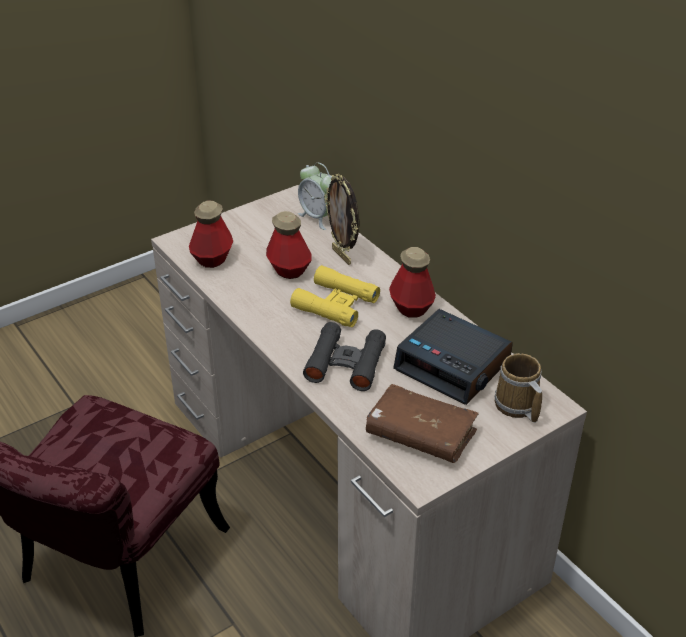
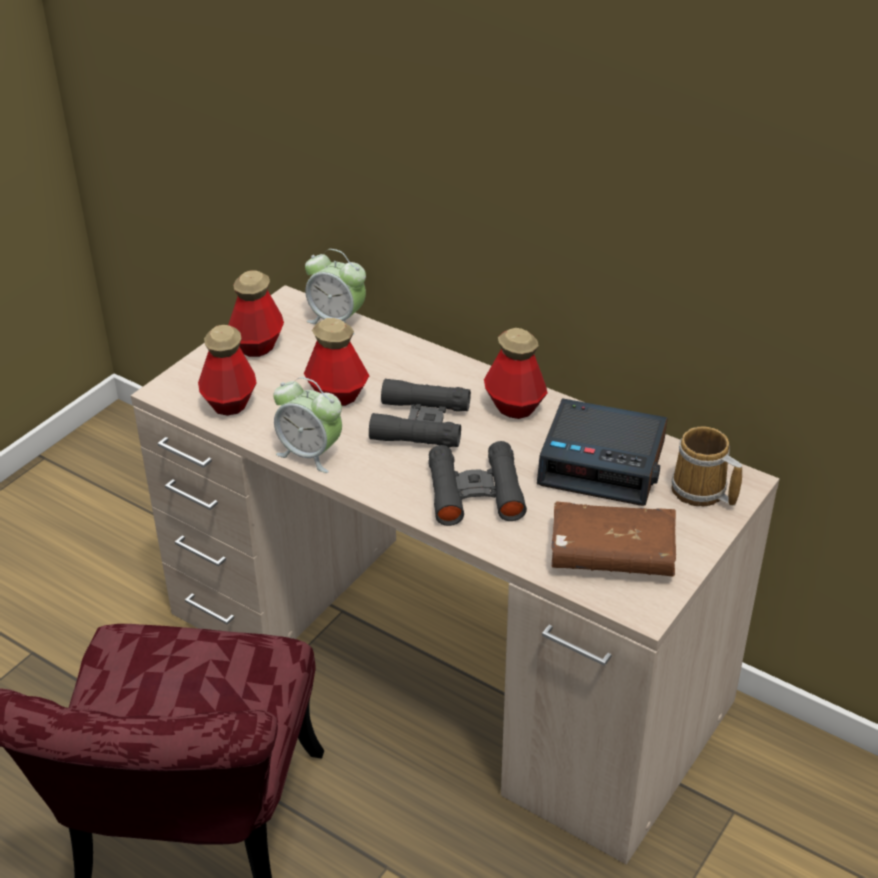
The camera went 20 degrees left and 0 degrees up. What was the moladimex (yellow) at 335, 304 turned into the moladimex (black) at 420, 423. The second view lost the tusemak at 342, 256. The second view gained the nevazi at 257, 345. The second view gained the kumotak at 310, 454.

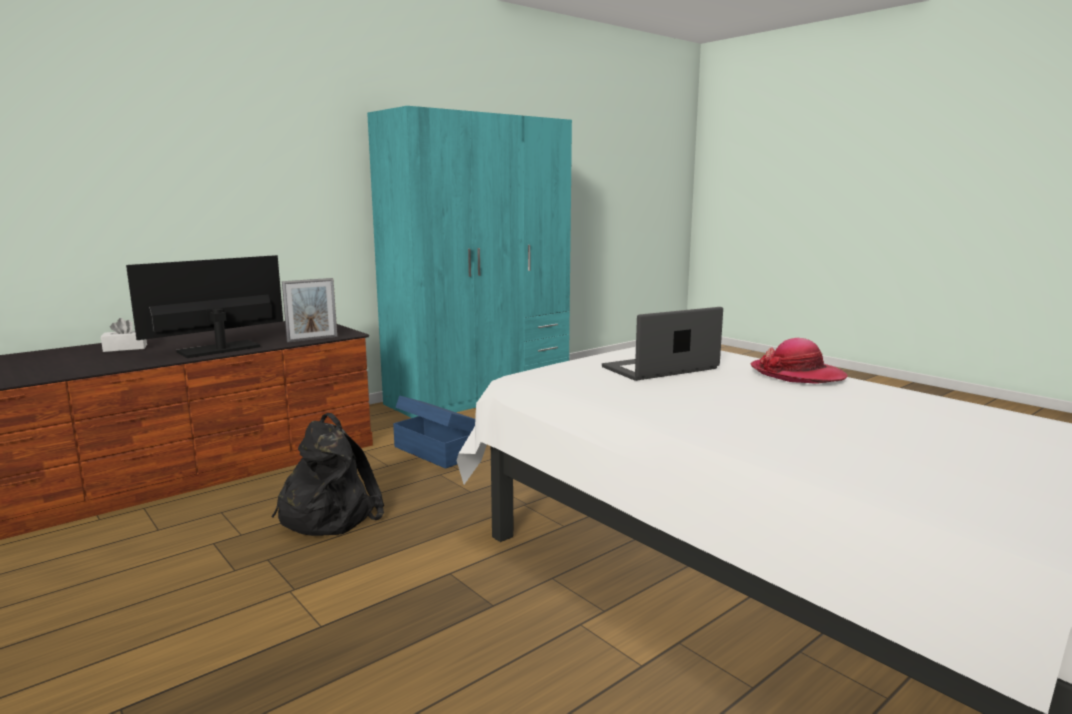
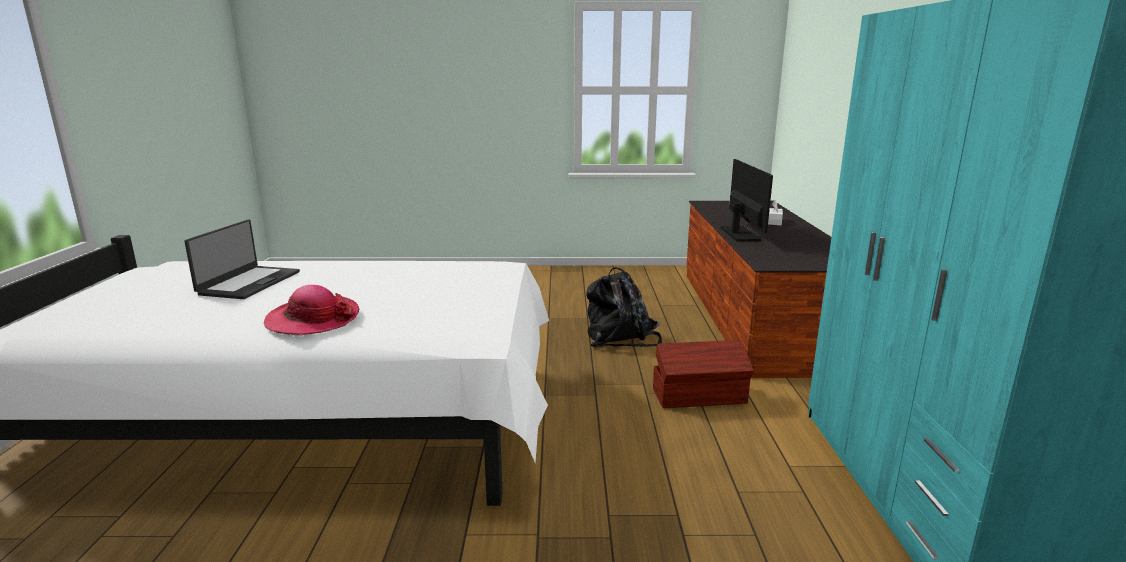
The camera went 130 degrees right and 5 degrees up. The second view lost the tusemak at 312, 339. What was the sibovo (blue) at 435, 451 turned into the sibovo (brown) at 700, 397. The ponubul ended up elsewhere, having gone from 661, 369 to 248, 283.

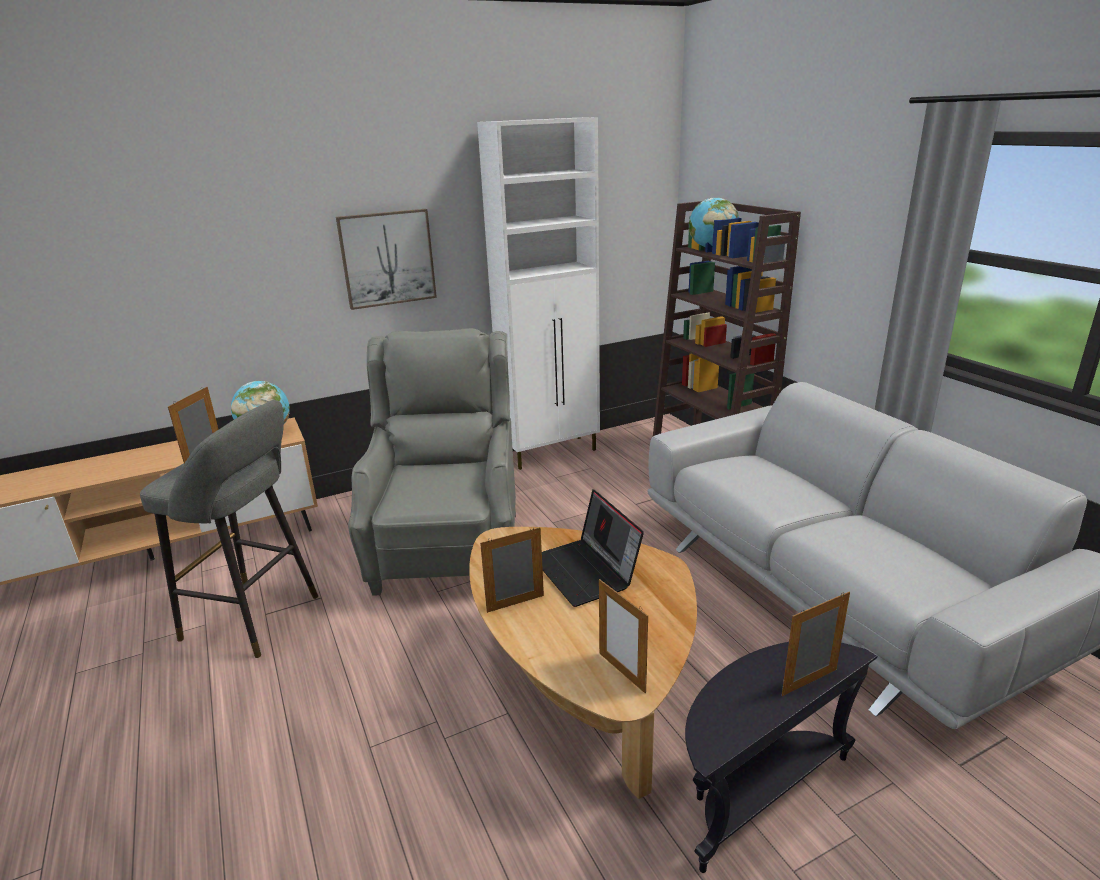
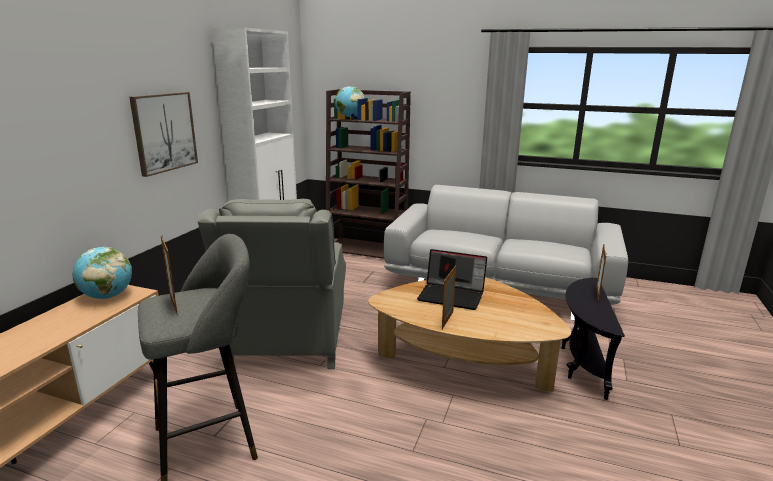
The camera went 45 degrees left and 5 degrees down. The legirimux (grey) at 449, 547 ended up facing another way, 135 degrees counterclockwise from before. The second view lost the tusemak at 622, 672.

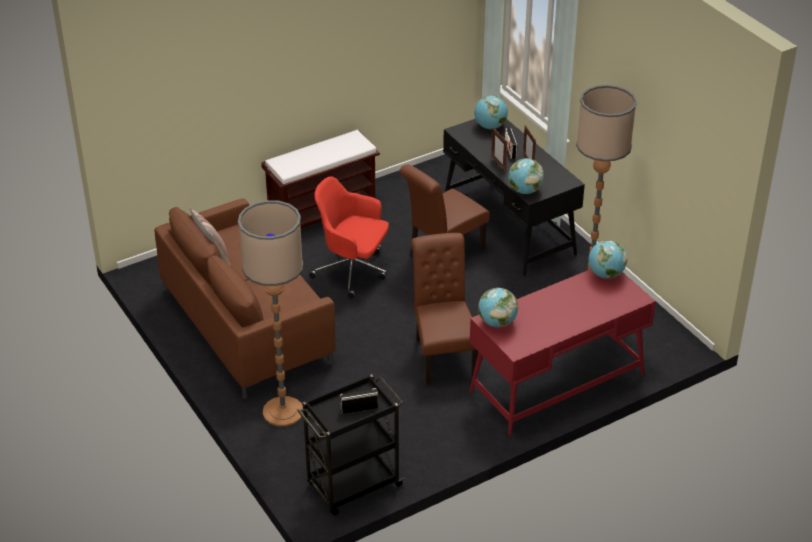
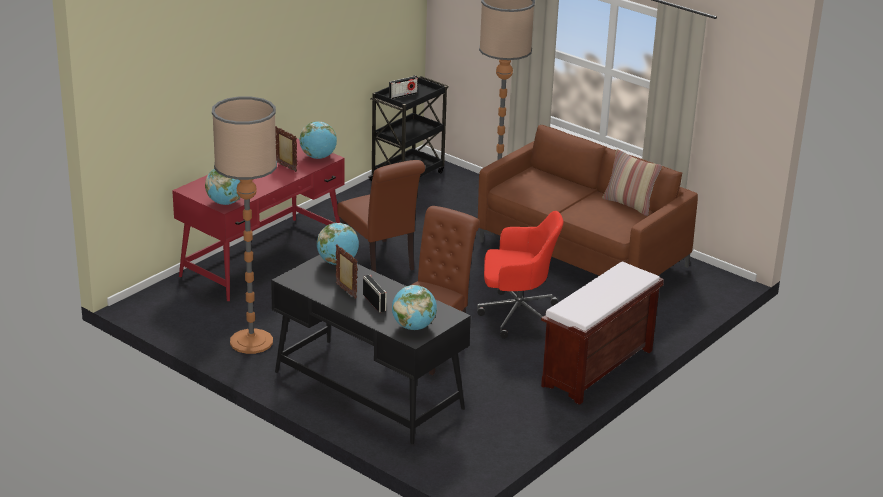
The camera went 160 degrees right and 10 degrees down. The tusemak ended up elsewhere, having gone from 498, 164 to 286, 167.

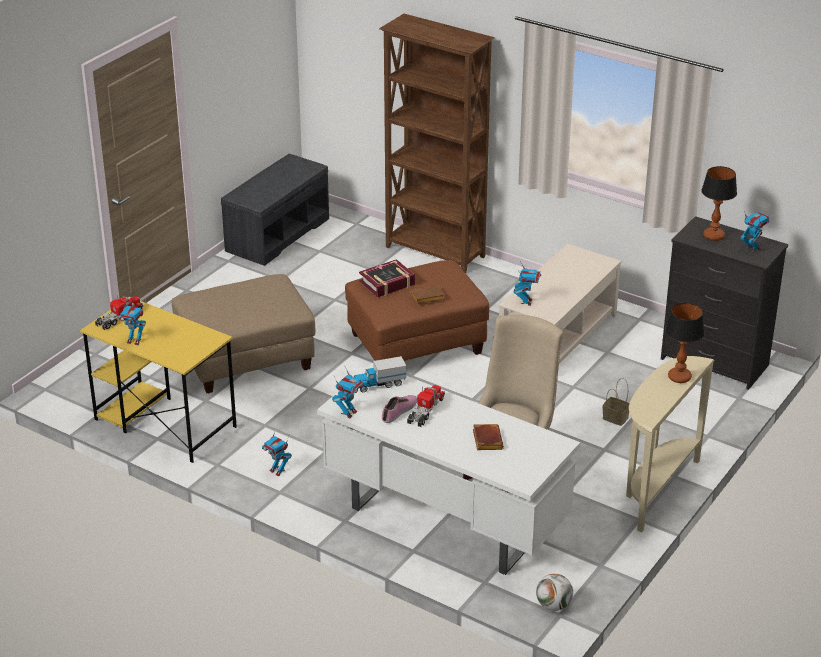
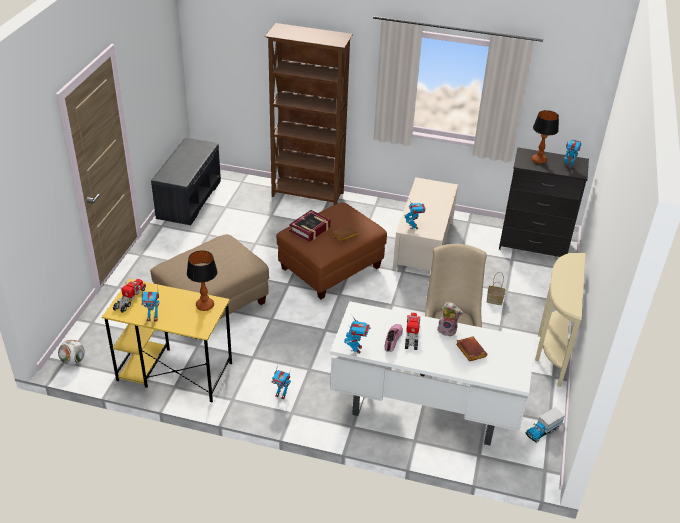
The camera went 20 degrees left and 5 degrees up. The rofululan ended up elsewhere, having gone from 379, 384 to 542, 431. The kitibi ended up elsewhere, having gone from 553, 605 to 73, 361. The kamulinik ended up elsewhere, having gone from 679, 377 to 204, 305. The second view gained the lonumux at 447, 330.

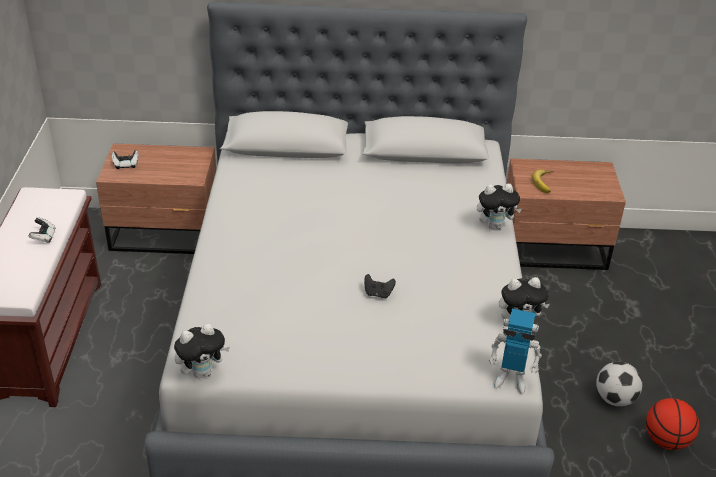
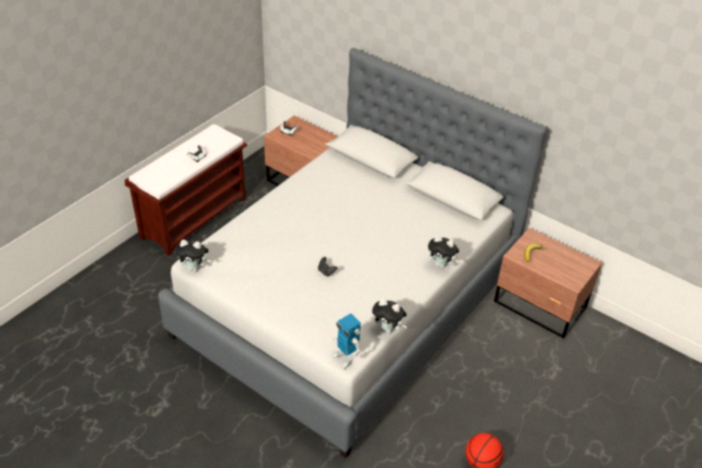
The camera went 35 degrees right and 5 degrees up. The second view lost the kitibi at 614, 399.

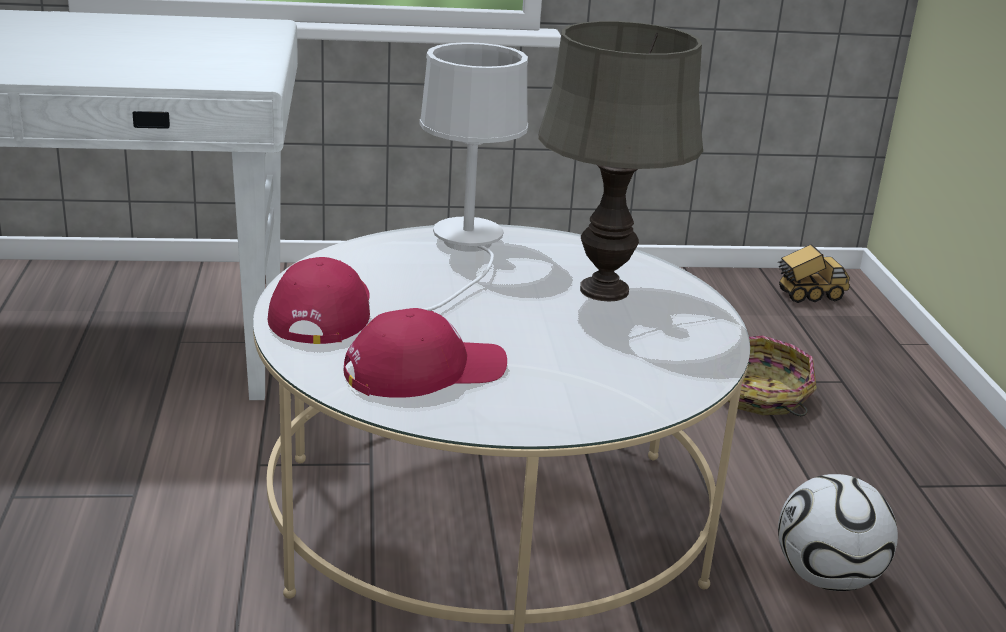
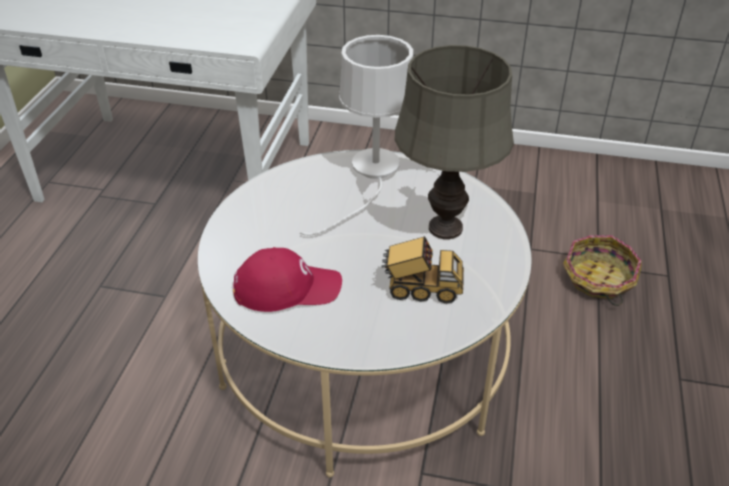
The camera went 20 degrees right and 15 degrees up. The second view lost the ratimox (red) at 322, 312. The rofululan ended up elsewhere, having gone from 808, 295 to 421, 289. The second view lost the kitibi at 827, 578.

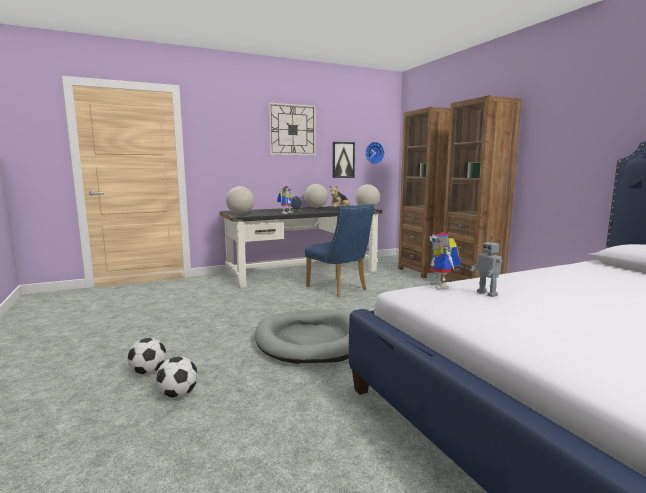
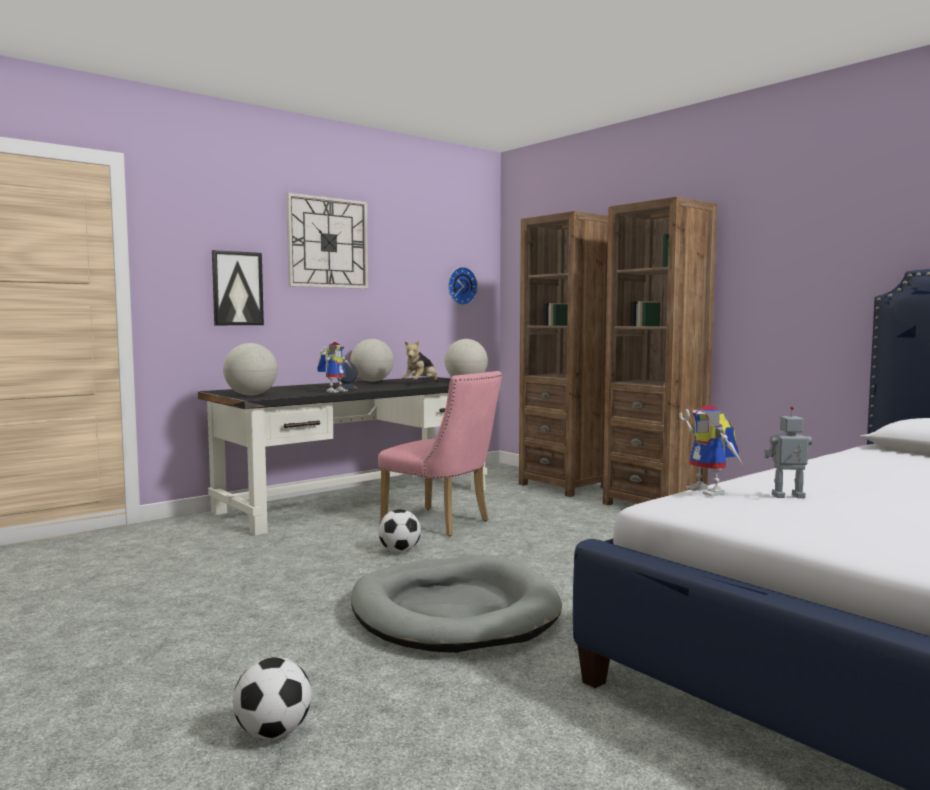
The camera went 15 degrees left and 5 degrees down. The kitibi ended up elsewhere, having gone from 148, 372 to 399, 551. What was the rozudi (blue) at 339, 289 turned into the rozudi (pink) at 442, 524. The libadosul ended up elsewhere, having gone from 343, 160 to 237, 288. The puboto at 488, 293 ended up facing another way, 135 degrees clockwise from before.

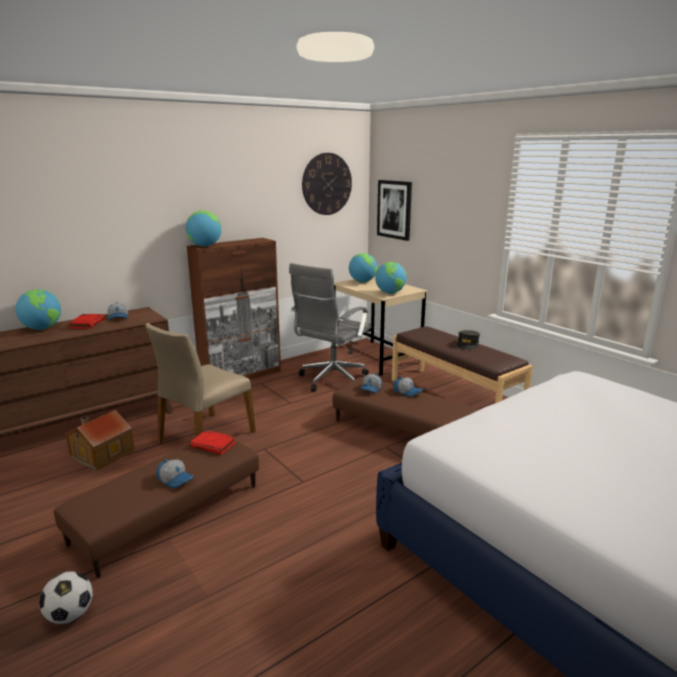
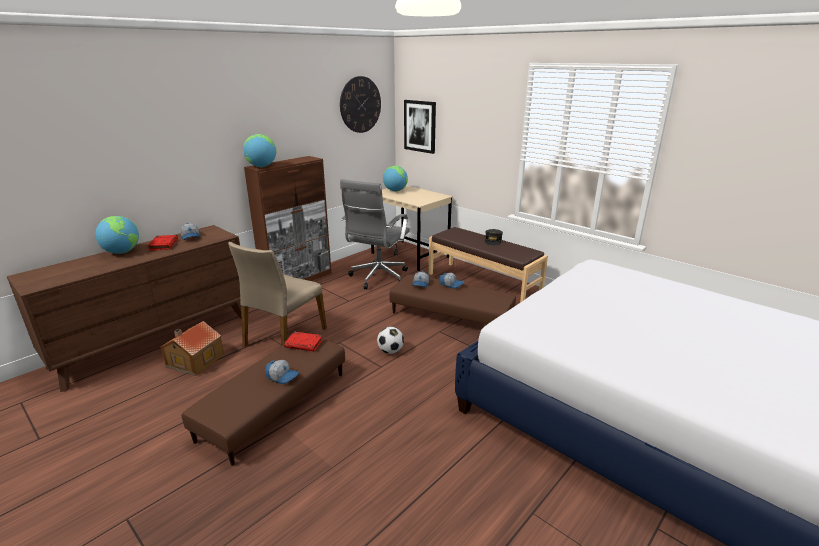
The camera went 10 degrees left and 5 degrees up. The kitibi ended up elsewhere, having gone from 70, 615 to 390, 351. The second view lost the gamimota at 390, 293.

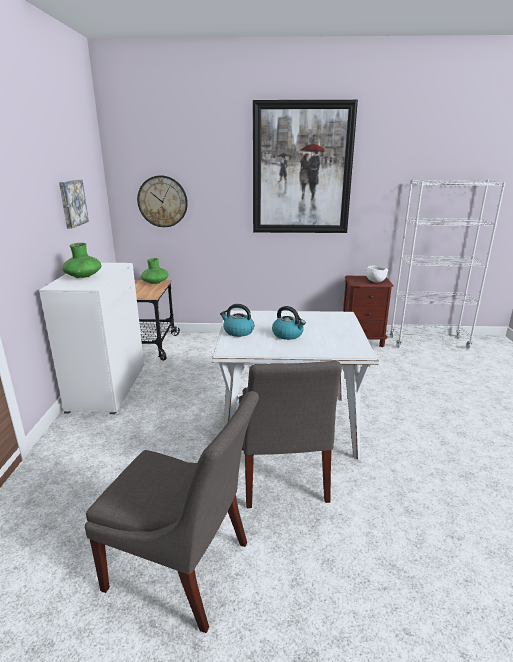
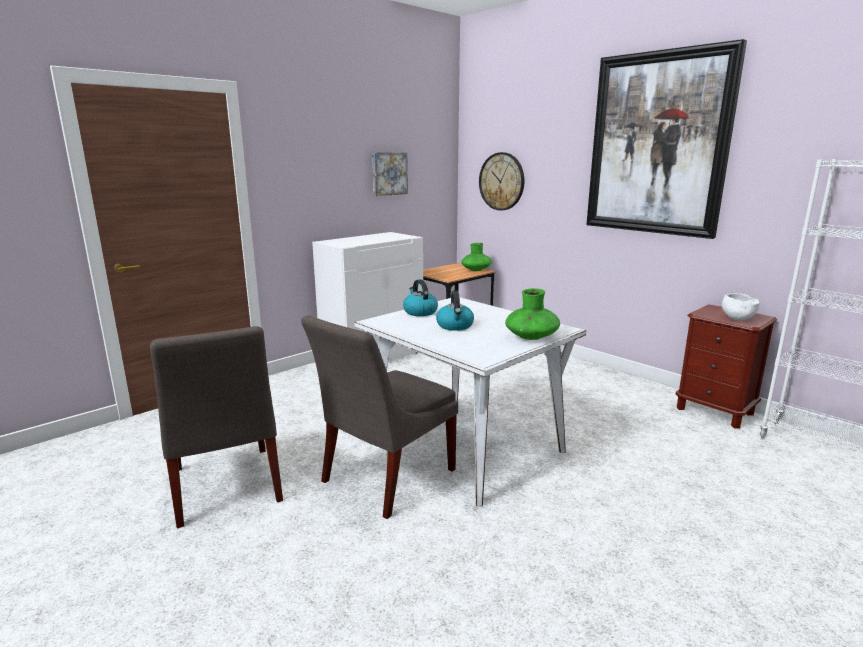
The camera went 45 degrees right and 5 degrees down. The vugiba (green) ended up elsewhere, having gone from 83, 276 to 531, 337.

